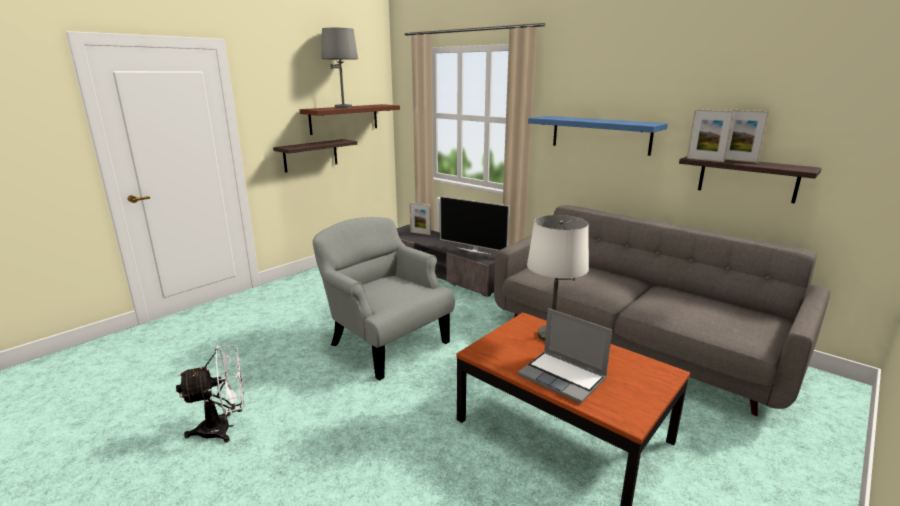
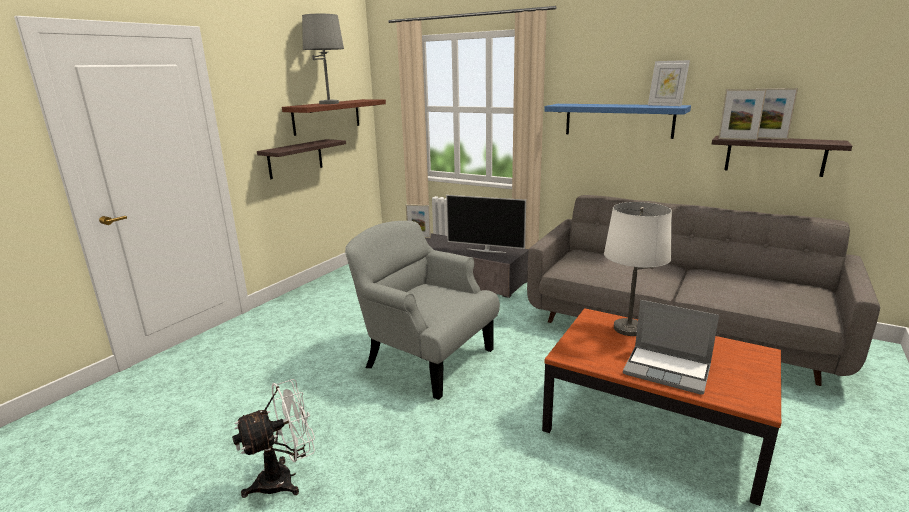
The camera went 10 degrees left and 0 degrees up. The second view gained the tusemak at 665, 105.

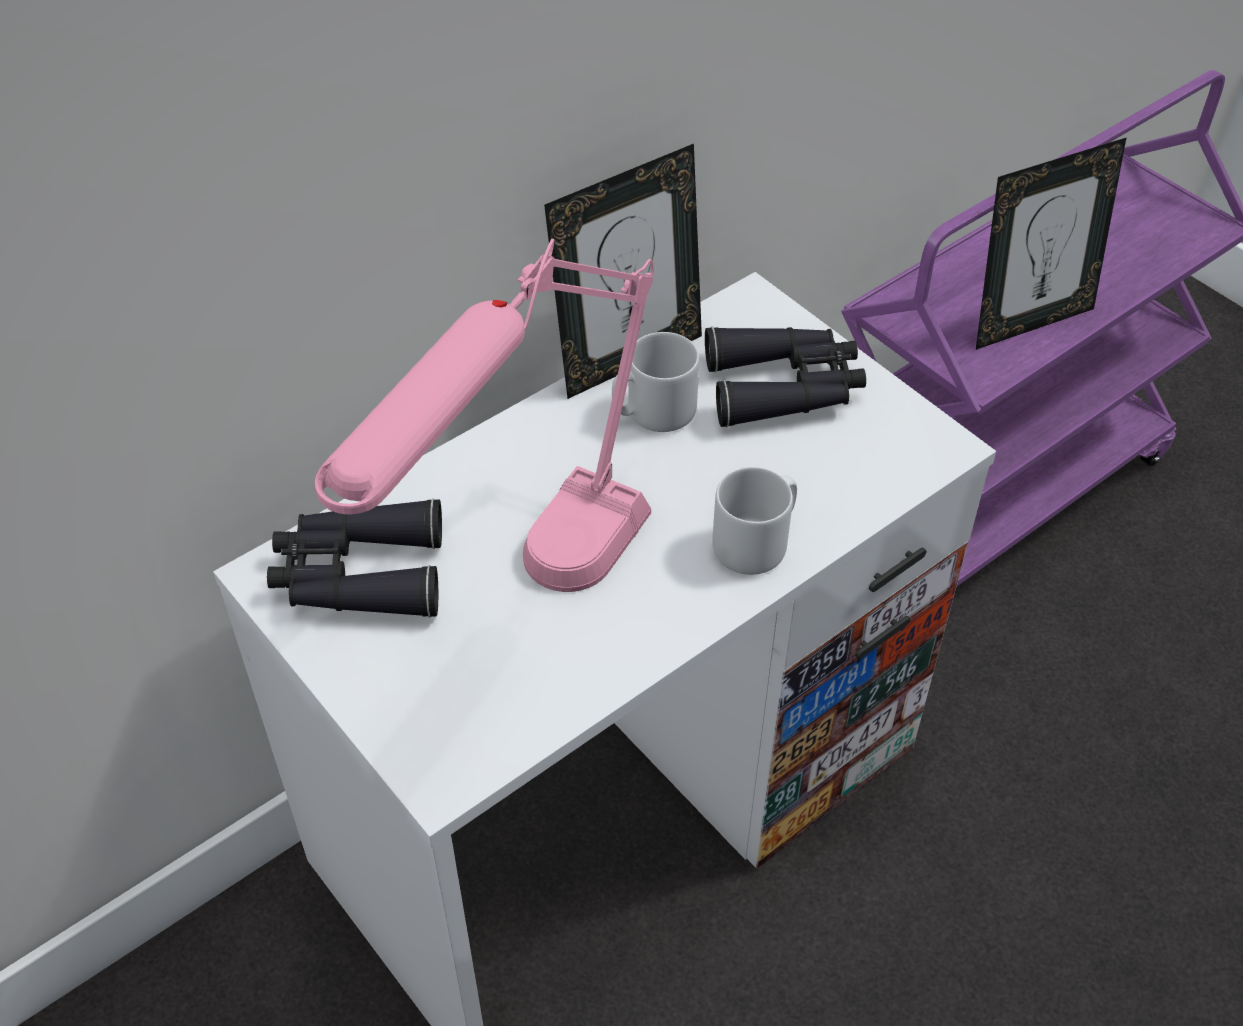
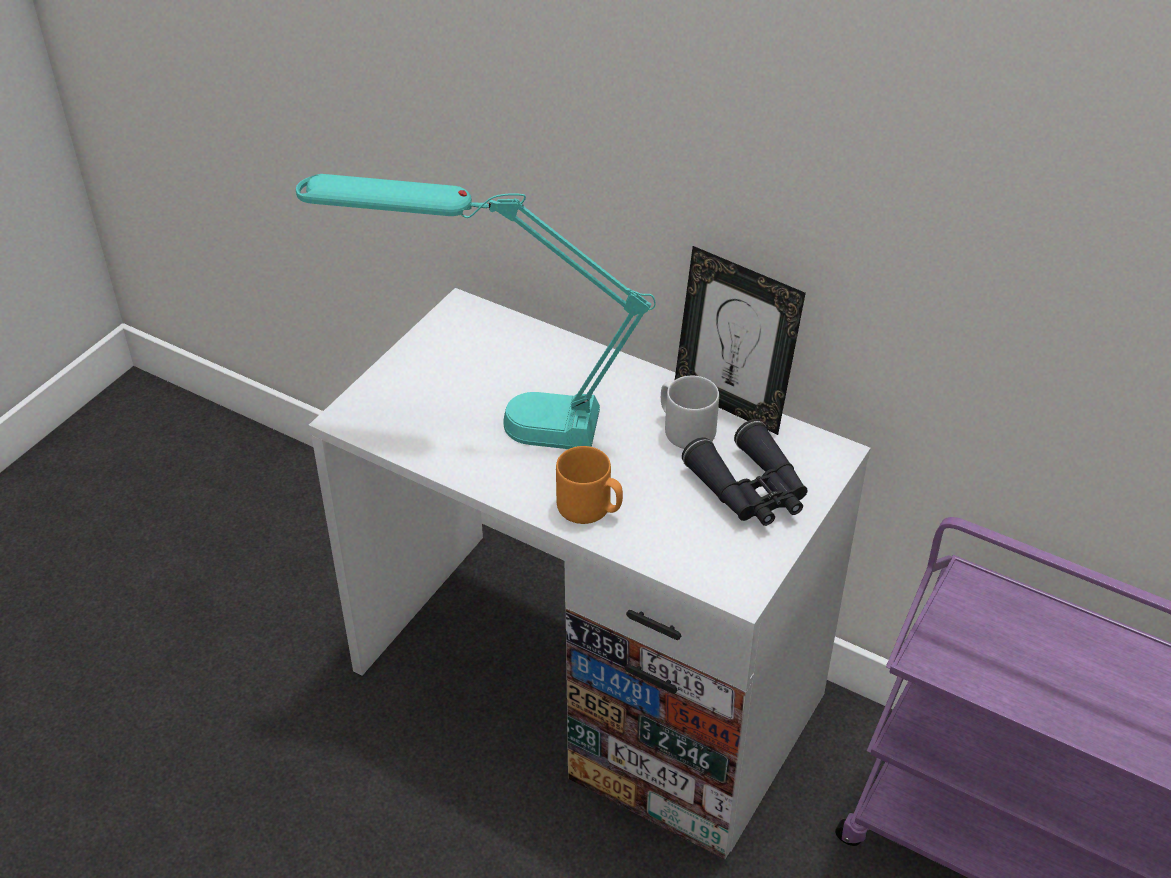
The camera went 70 degrees right and 5 degrees down. The second view lost the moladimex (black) at 358, 575. What was the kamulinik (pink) at 533, 604 turned into the kamulinik (turquoise) at 488, 418. What was the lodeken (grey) at 756, 542 turned into the lodeken (orange) at 590, 508. The second view lost the tusemak at 1028, 321.

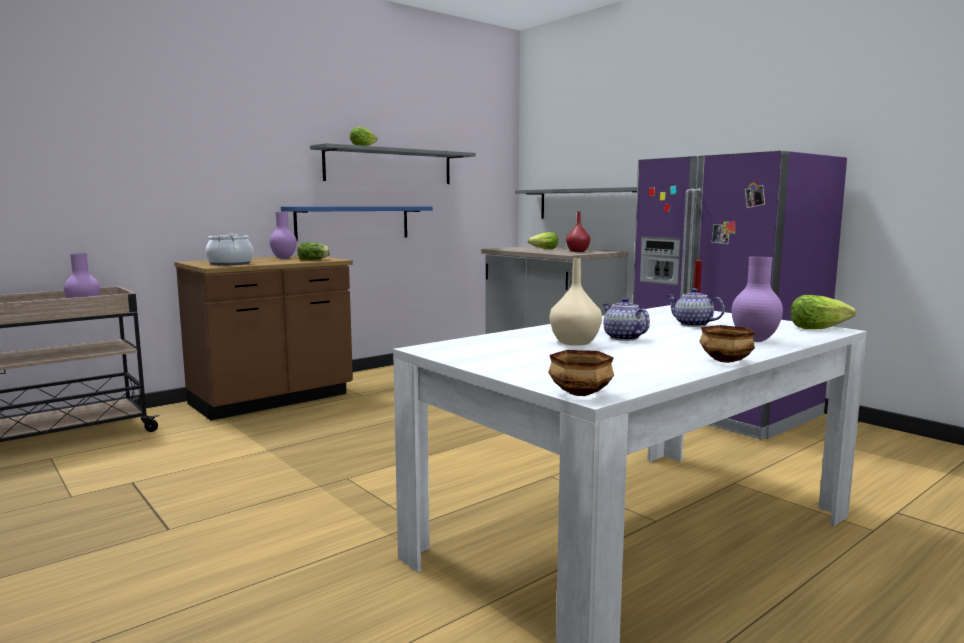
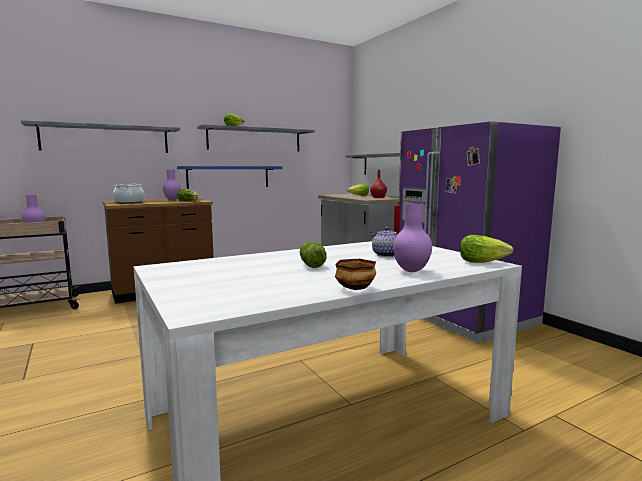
The camera went 10 degrees right and 0 degrees up. The second view lost the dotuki at 578, 393. The second view lost the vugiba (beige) at 573, 342. Where the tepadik stood at 622, 338, the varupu came to stand at 311, 264. The second view gained the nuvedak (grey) at 106, 139.

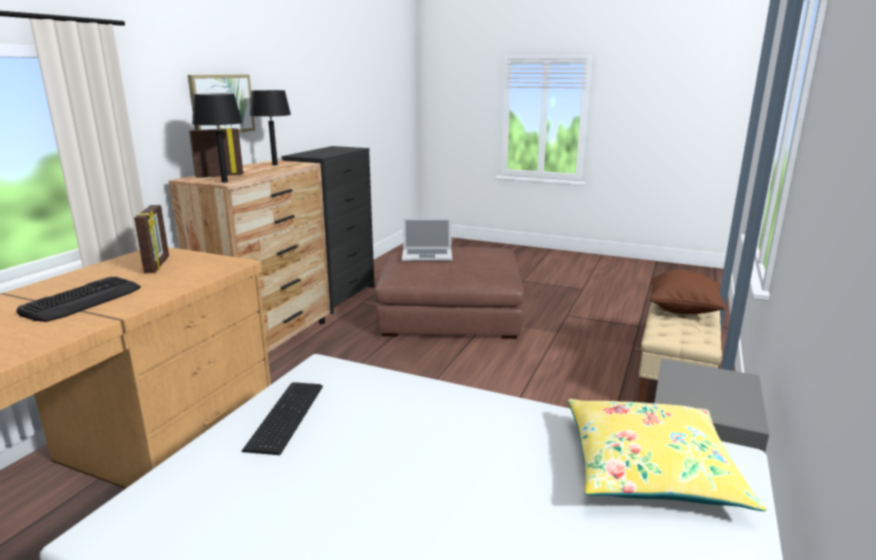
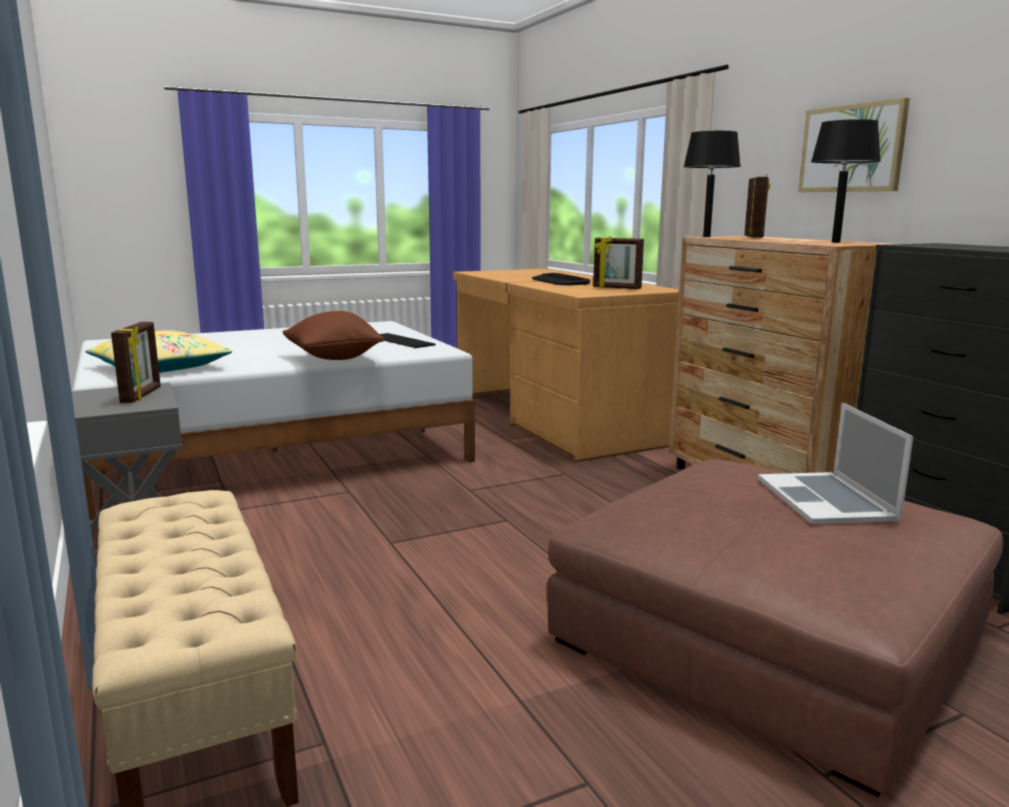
The camera went 130 degrees right and 5 degrees down. The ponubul at 427, 255 ended up facing another way, 45 degrees counterclockwise from before. The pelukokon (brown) ended up elsewhere, having gone from 683, 310 to 334, 359. The second view gained the tusemak at 142, 395.

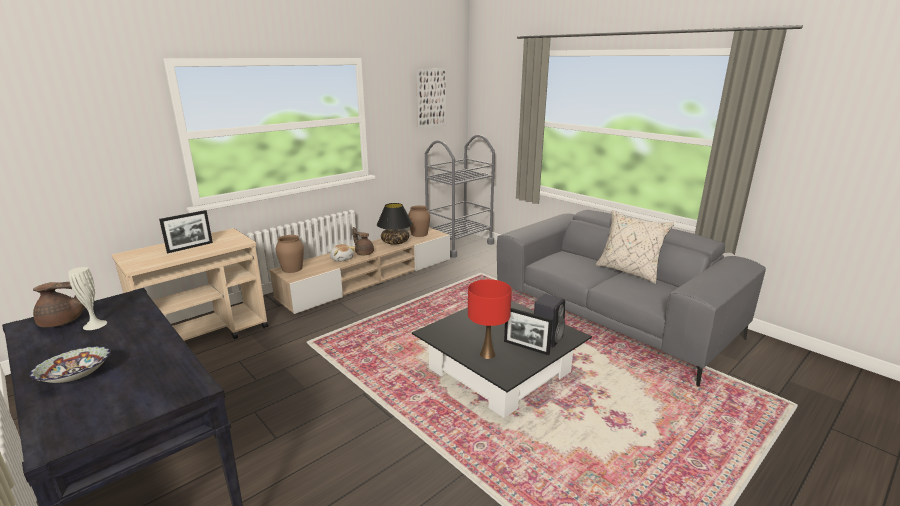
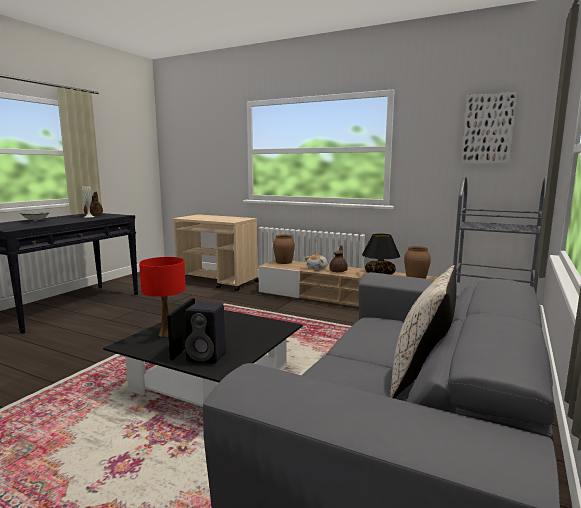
The camera went 70 degrees right and 10 degrees down. The second view lost the tusemak at 190, 247.

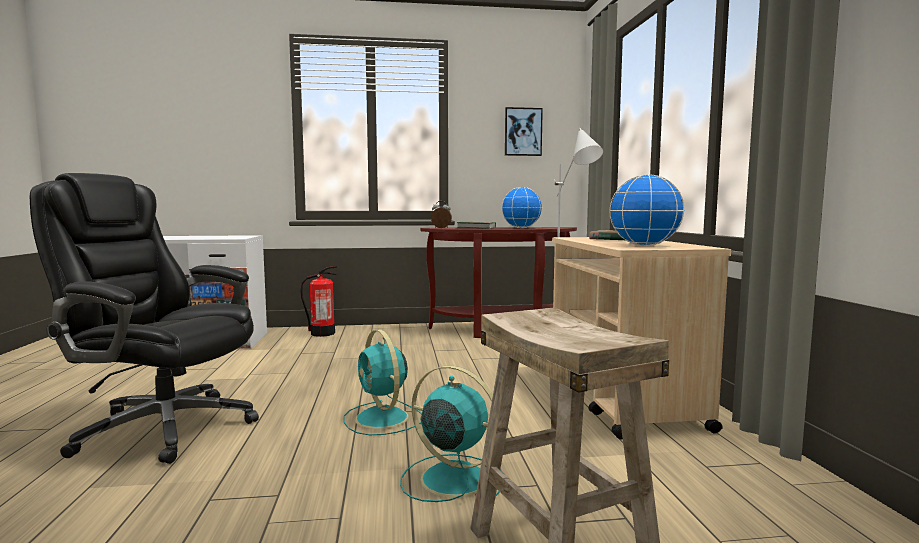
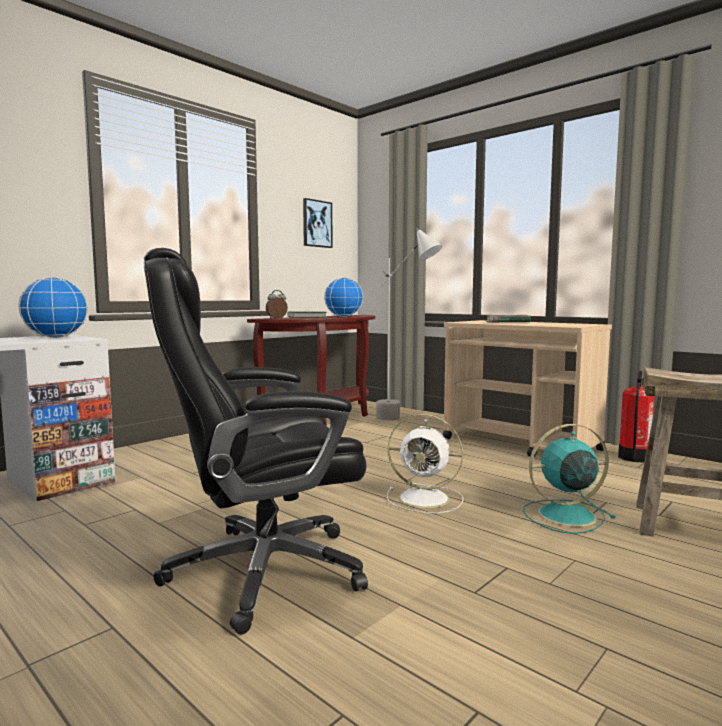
The camera went 40 degrees left and 0 degrees up. The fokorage ended up elsewhere, having gone from 322, 333 to 634, 458. What was the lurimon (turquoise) at 383, 419 turned into the lurimon (white) at 426, 499. The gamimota ended up elsewhere, having gone from 644, 245 to 55, 337.

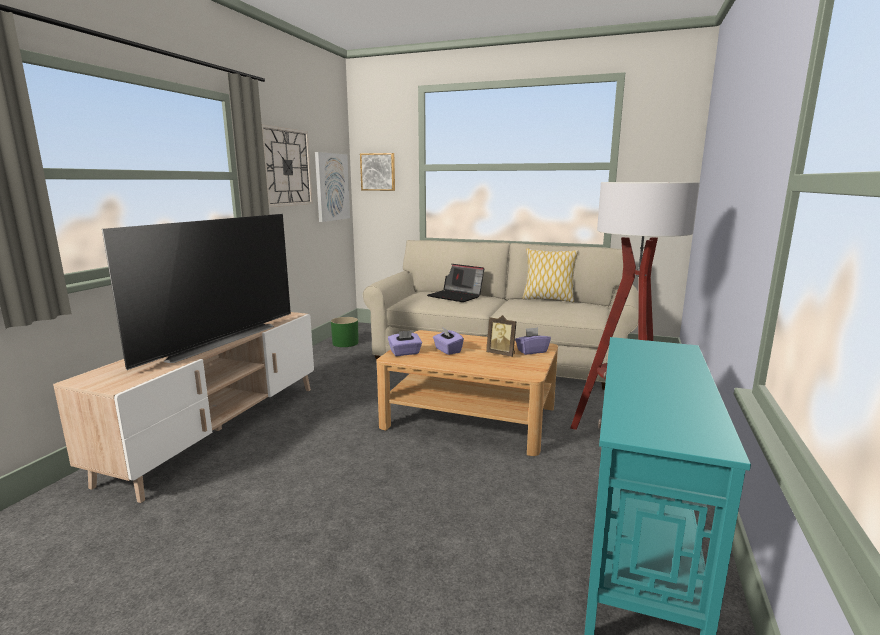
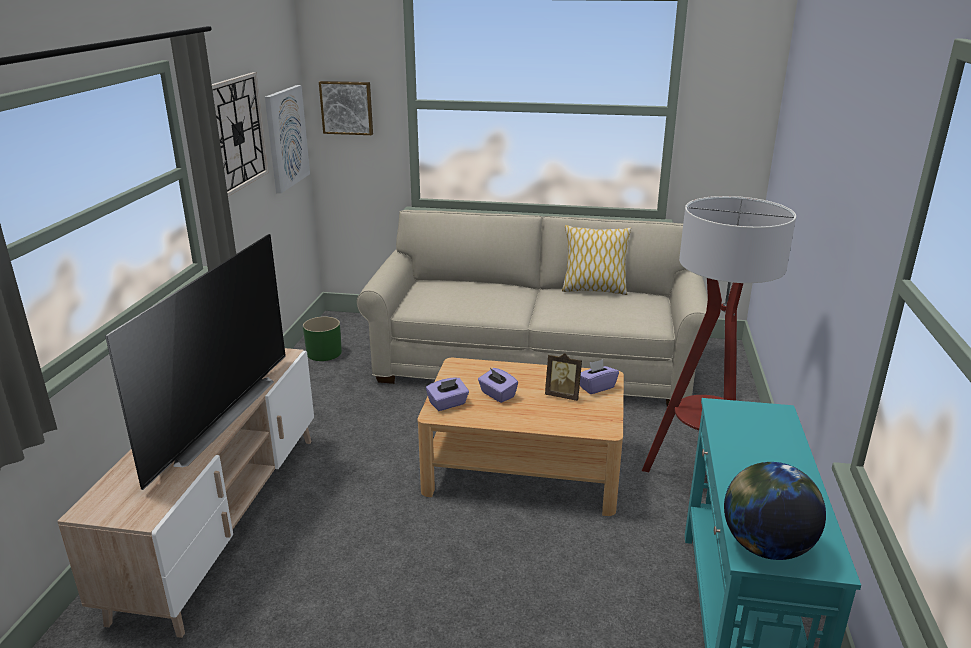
The camera went 10 degrees left and 10 degrees up. The second view lost the ponubul at 456, 296. The second view gained the gamimota at 765, 546.

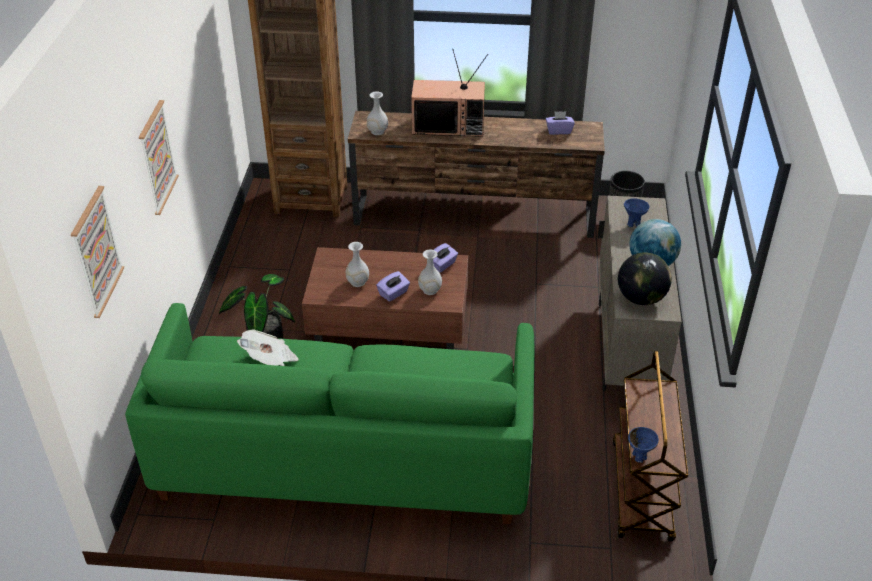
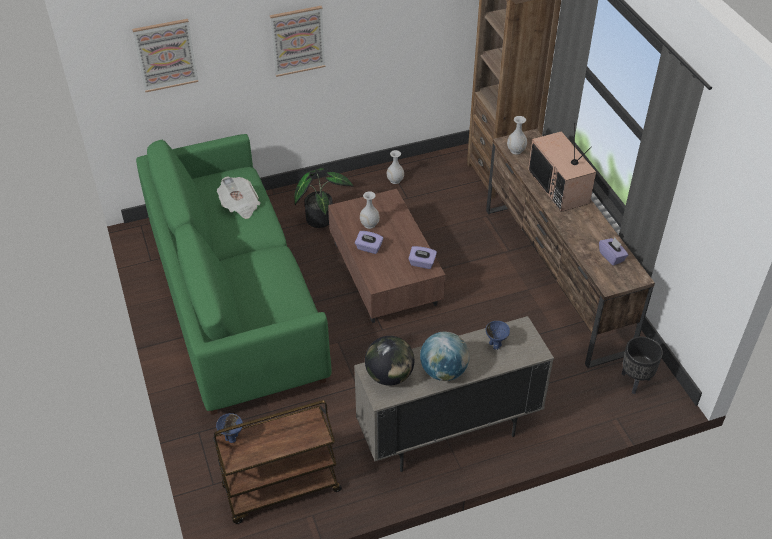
The camera went 65 degrees right and 5 degrees up. The vugiba (white) ended up elsewhere, having gone from 429, 290 to 395, 180.

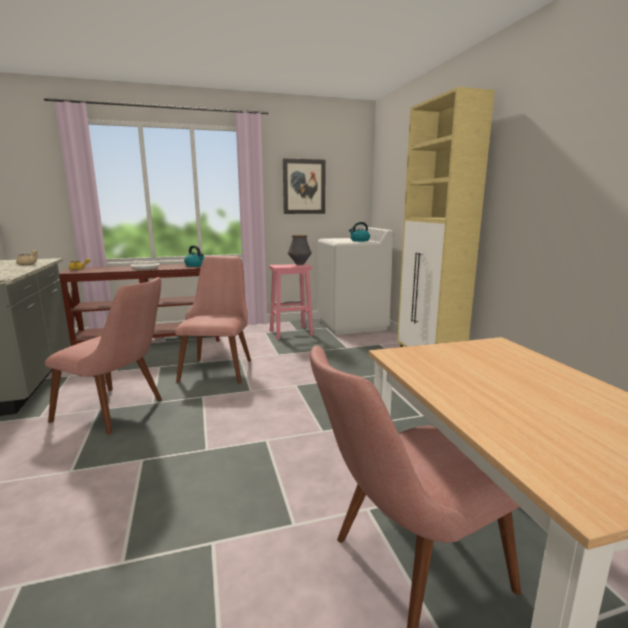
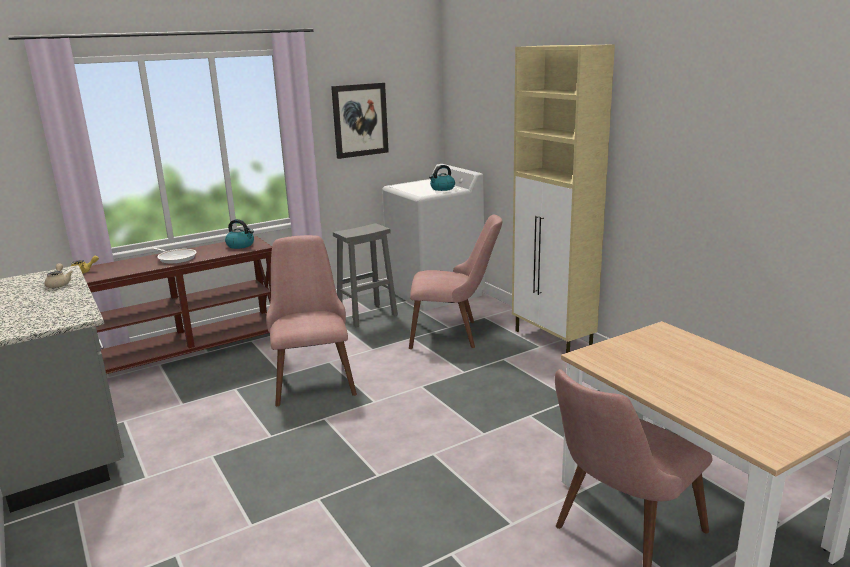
The camera went 15 degrees left and 5 degrees up. The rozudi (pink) ended up elsewhere, having gone from 119, 411 to 454, 334. What was the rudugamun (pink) at 290, 333 turned into the rudugamun (grey) at 366, 315. The second view lost the vugiba at 299, 264.

